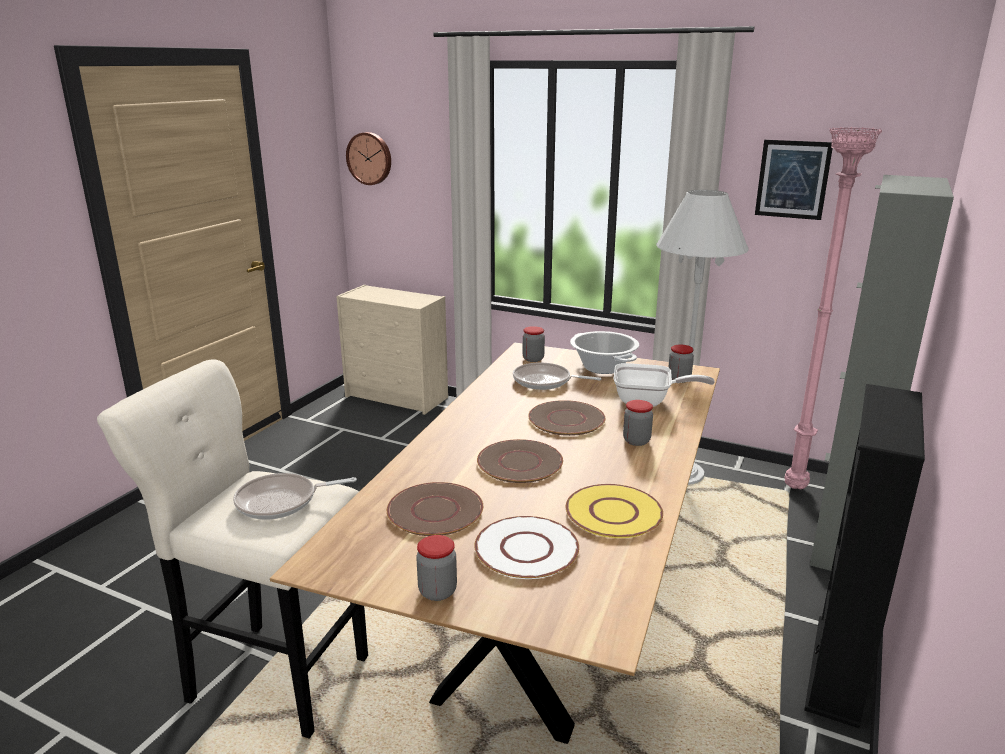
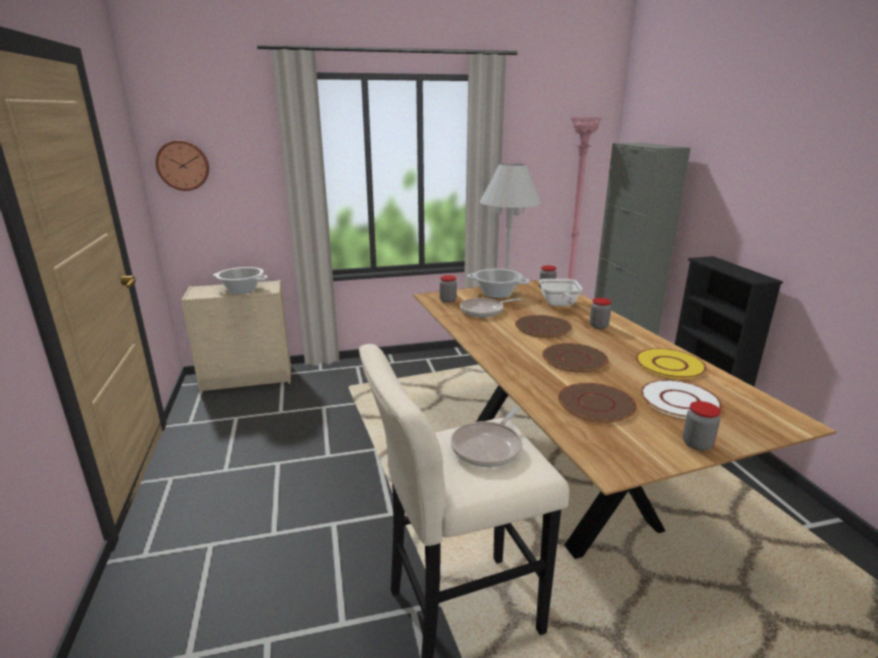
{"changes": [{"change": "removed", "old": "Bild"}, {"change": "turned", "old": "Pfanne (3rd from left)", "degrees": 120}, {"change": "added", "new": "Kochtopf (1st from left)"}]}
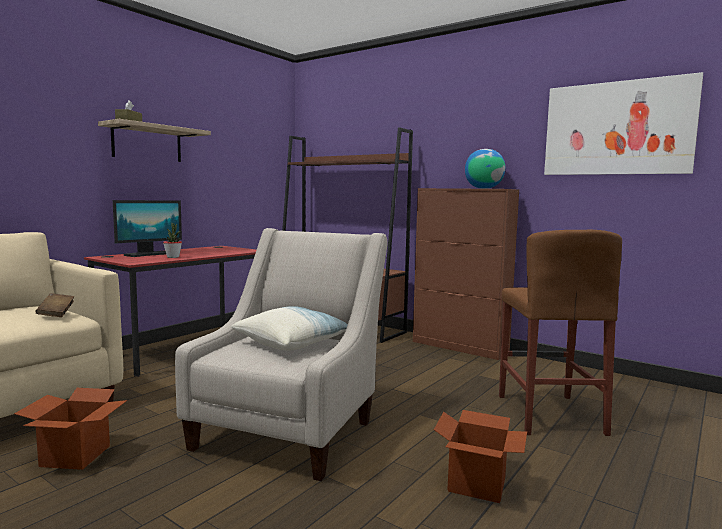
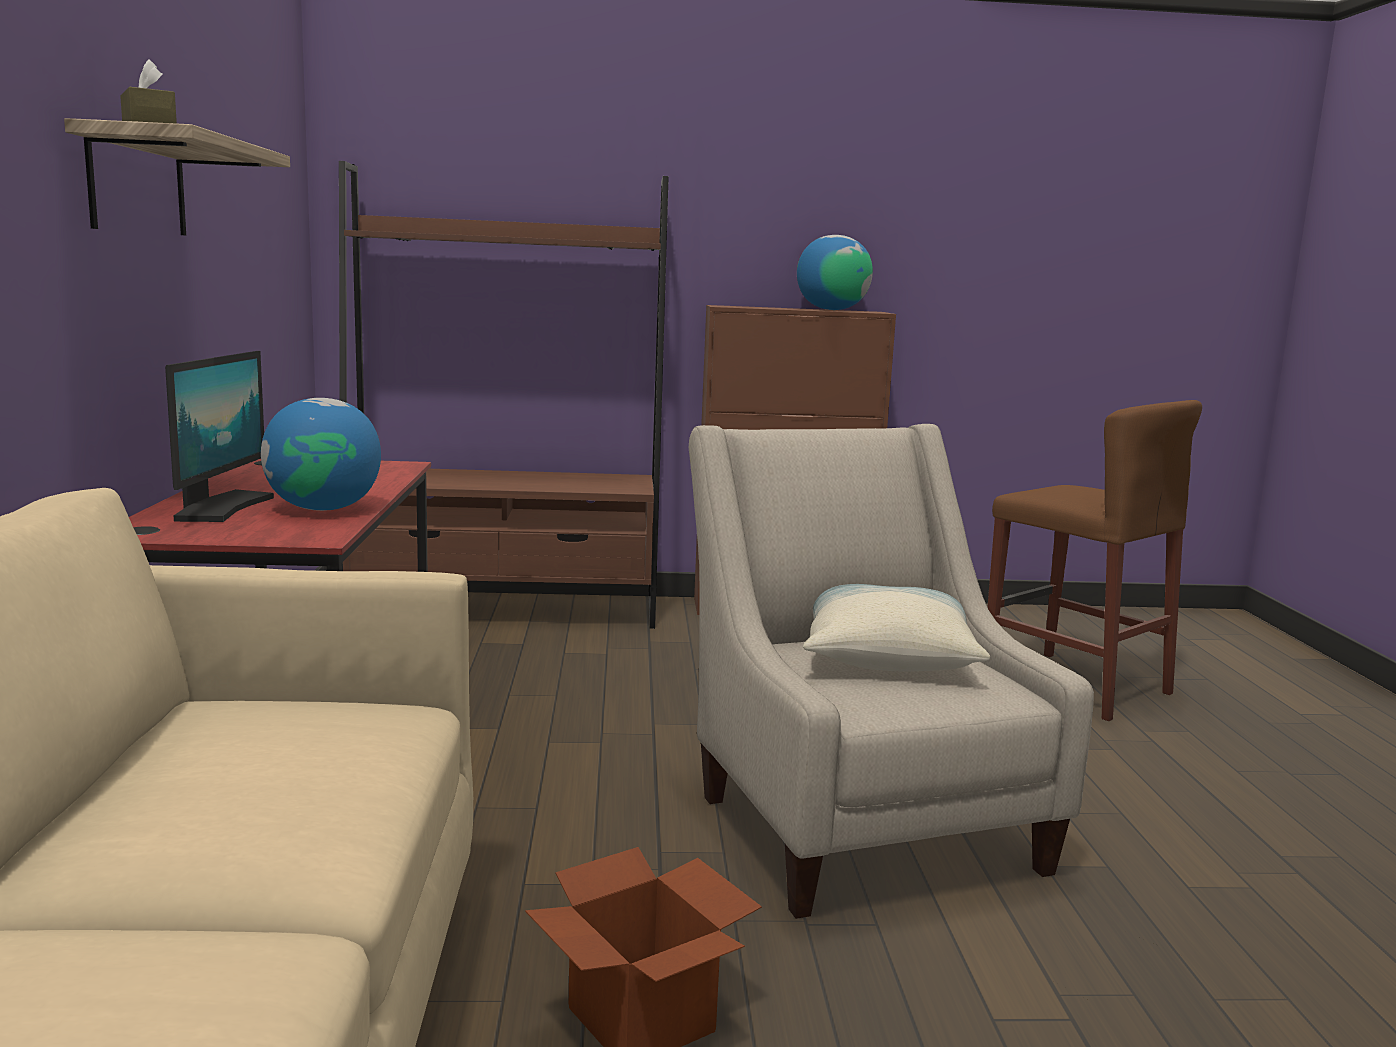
{"changes": [{"change": "removed", "old": "Bild"}, {"change": "replaced", "old": "Topfpflanze", "new": "Globus (1st from left)"}, {"change": "removed", "old": "Buch/braun"}, {"change": "removed", "old": "Karton (2nd from left)"}]}
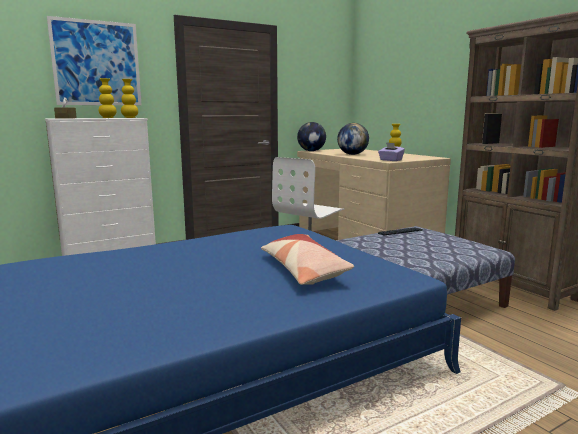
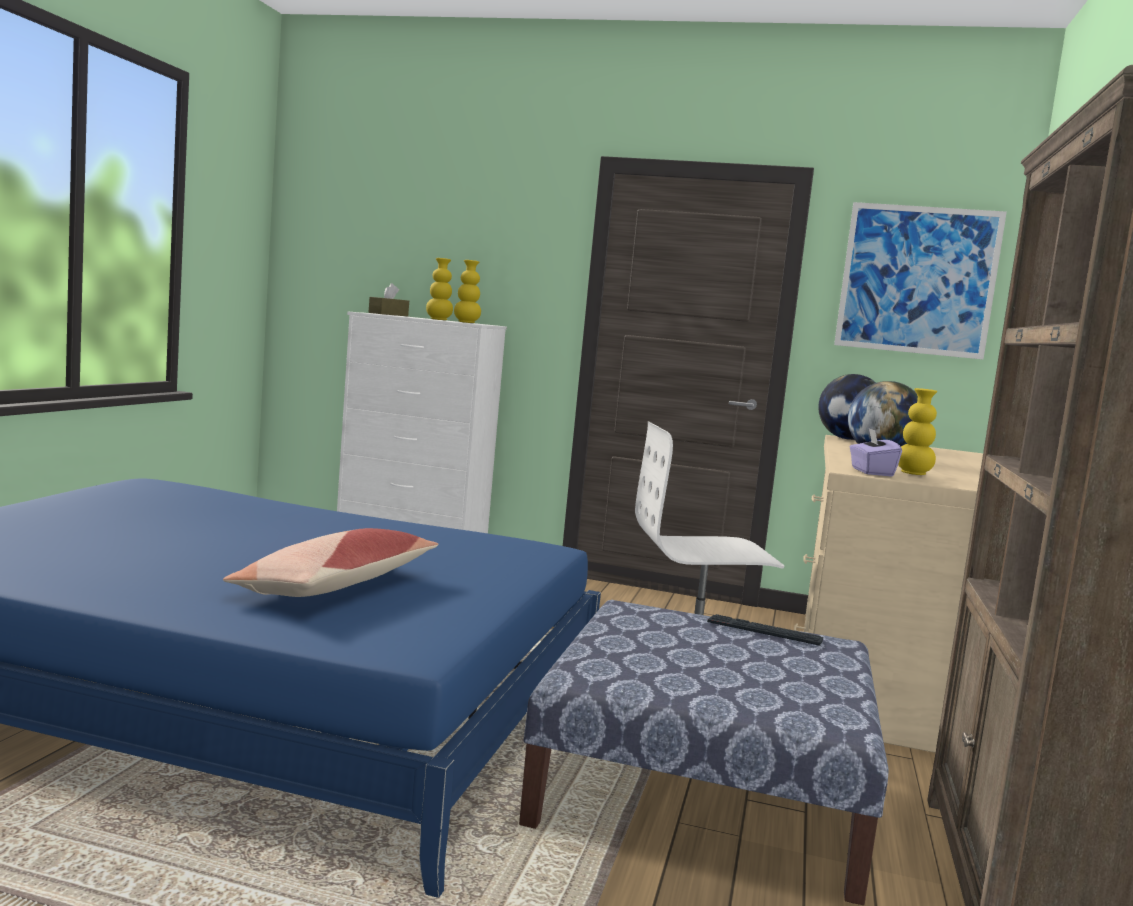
{"changes": [{"change": "moved", "old": "Bild"}]}
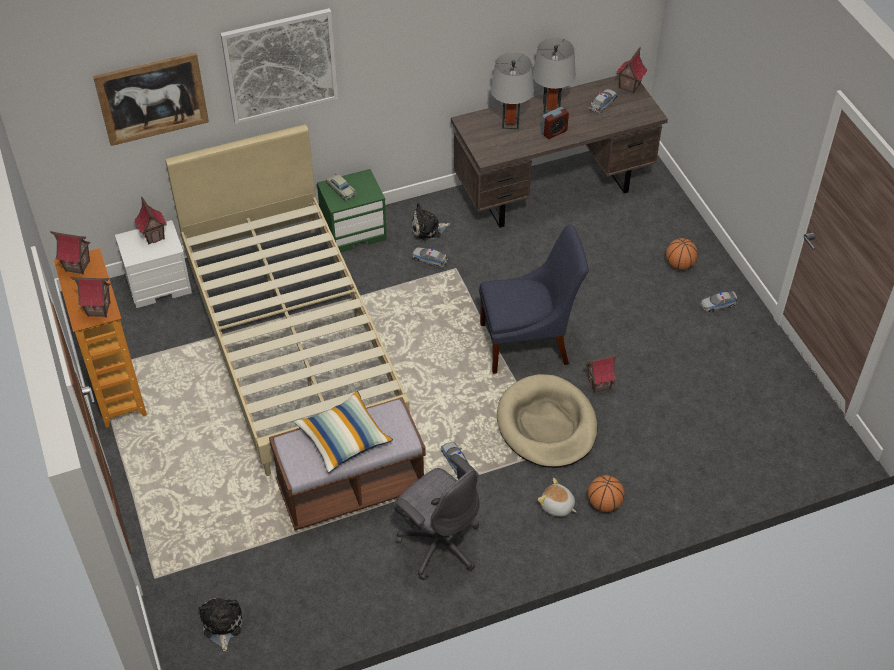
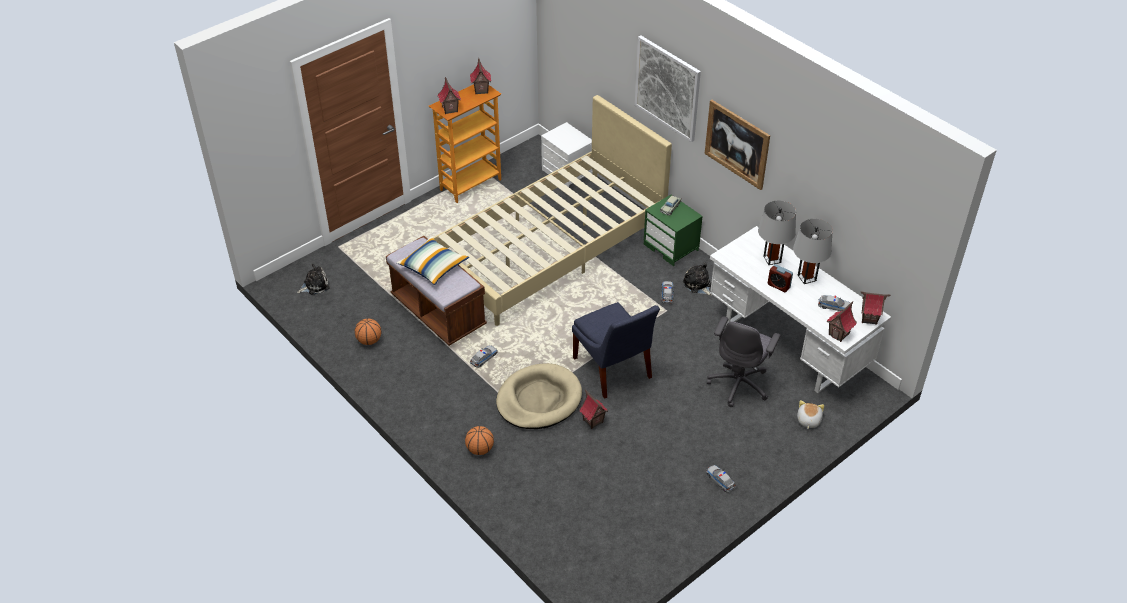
{"changes": [{"change": "moved", "old": "Bild (1st from left in the first image)", "new": "Bild (2nd from left)"}, {"change": "recoloured", "old": "Schreibtisch/braun", "new": "Schreibtisch/weiß"}, {"change": "moved", "old": "Spielzeughaus (3rd from left in the first image)", "new": "Spielzeughaus (4th from left)"}, {"change": "moved", "old": "Basketball (2nd from left in the first image)", "new": "Basketball (1st from left)"}, {"change": "moved", "old": "Bürostuhl/grau"}, {"change": "moved", "old": "Plüschtier (3rd from left)"}]}
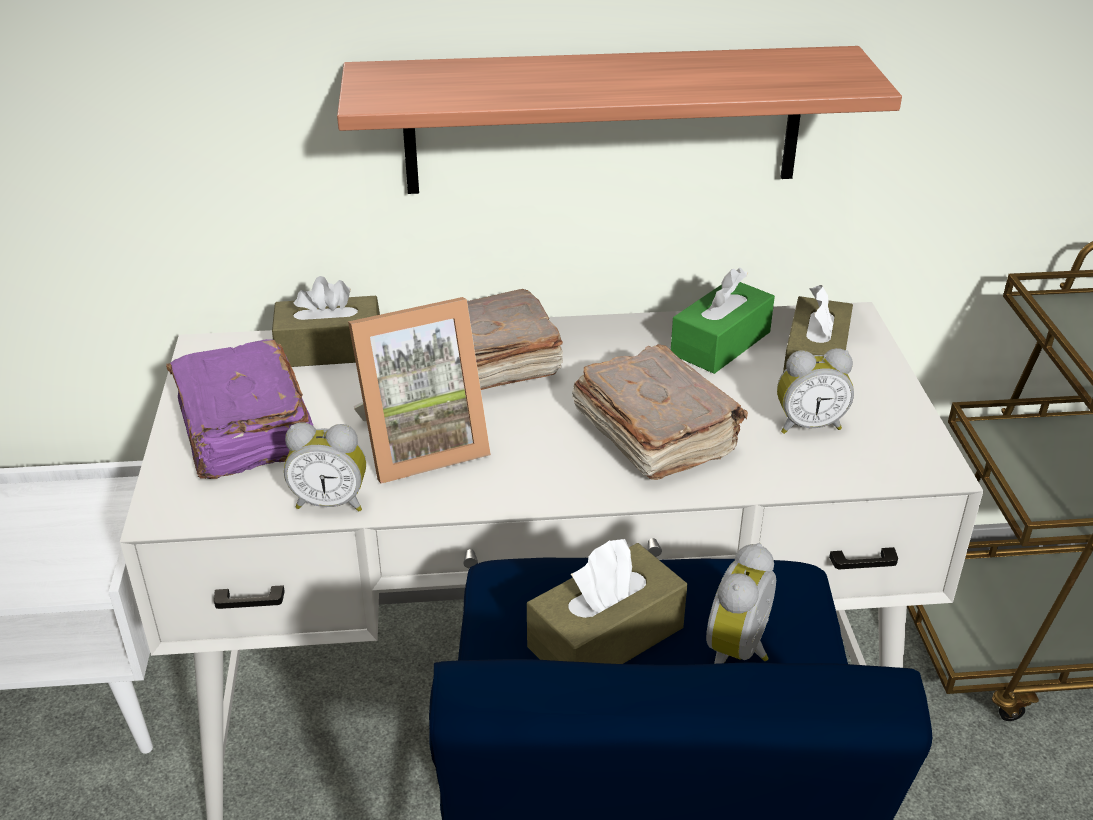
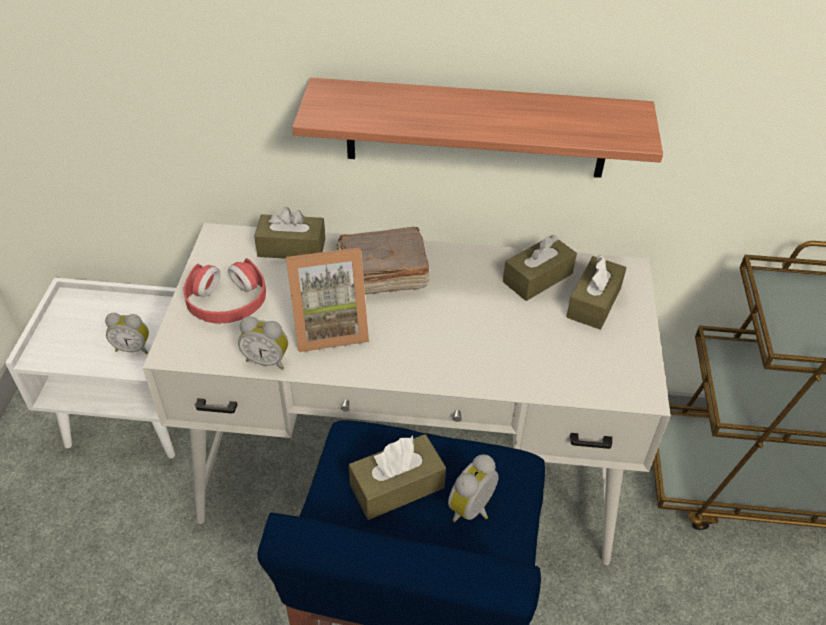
{"changes": [{"change": "recoloured", "old": "Taschentuchbox/grün", "new": "Taschentuchbox/braun (3rd from left)"}, {"change": "replaced", "old": "Buch/lila", "new": "Kopfhörer/rot"}, {"change": "removed", "old": "Buch/braun (2nd from left)"}, {"change": "moved", "old": "Wecker (3rd from left in the first image)", "new": "Wecker (1st from left)"}]}
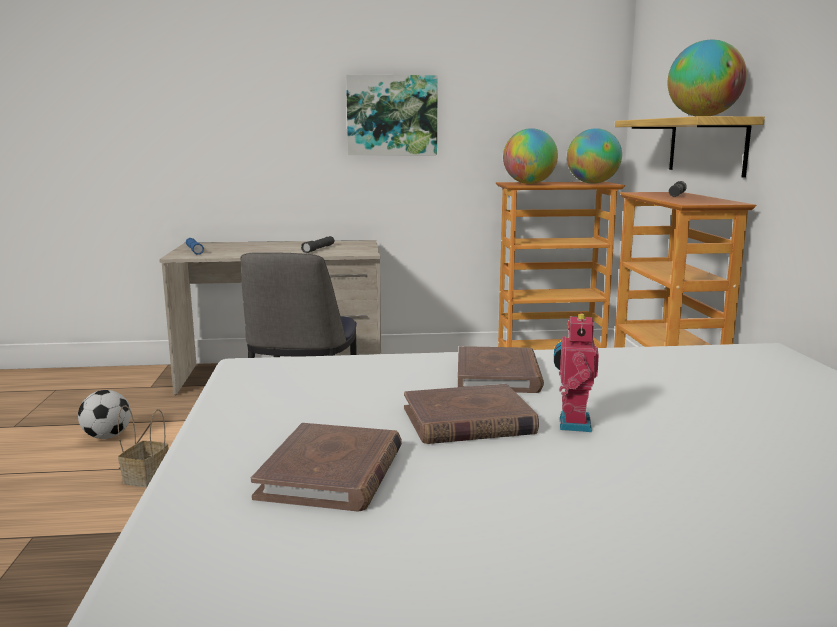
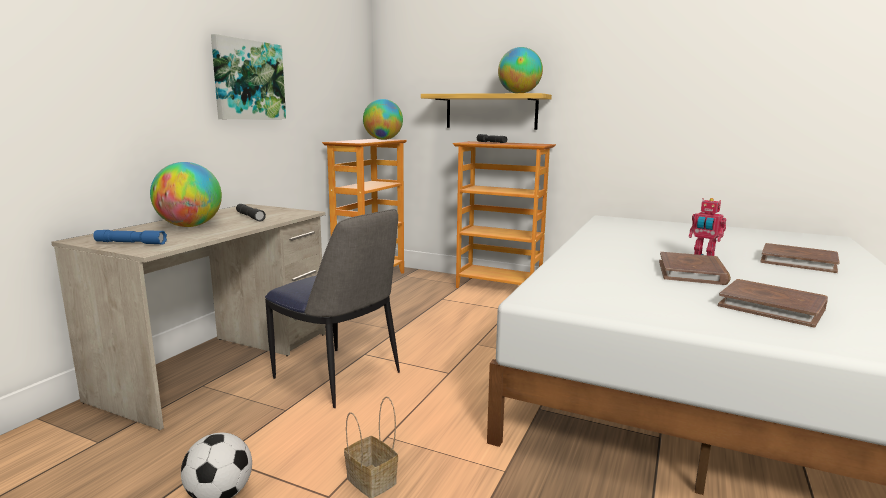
{"changes": [{"change": "moved", "old": "Globus (1st from left)"}, {"change": "moved", "old": "Buch/braun (3rd from left)"}]}
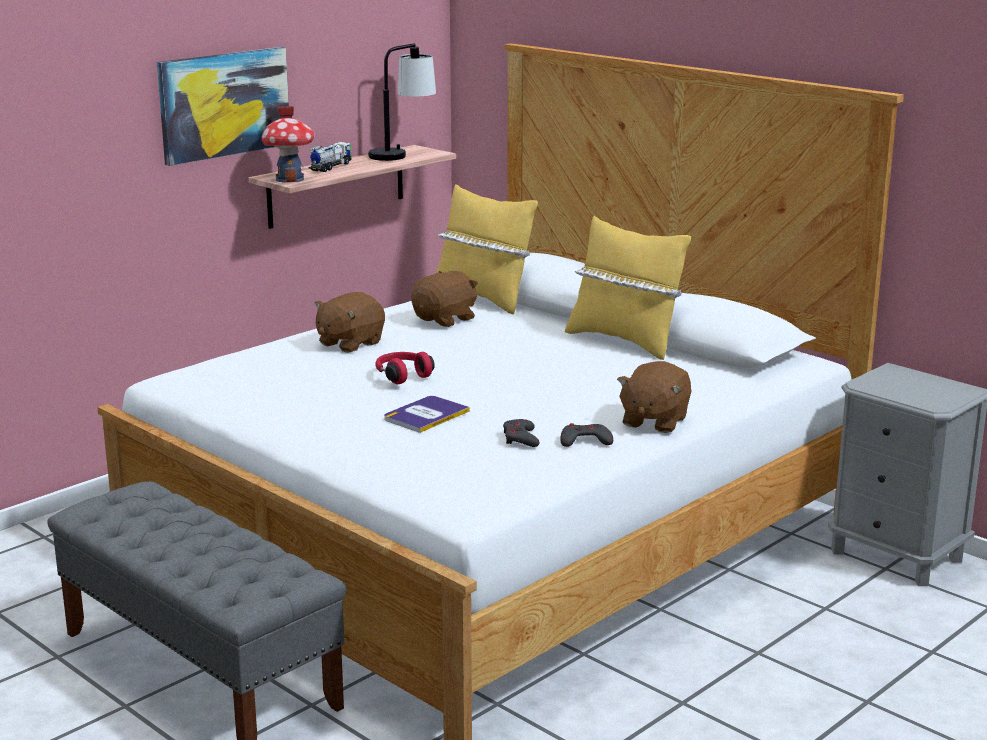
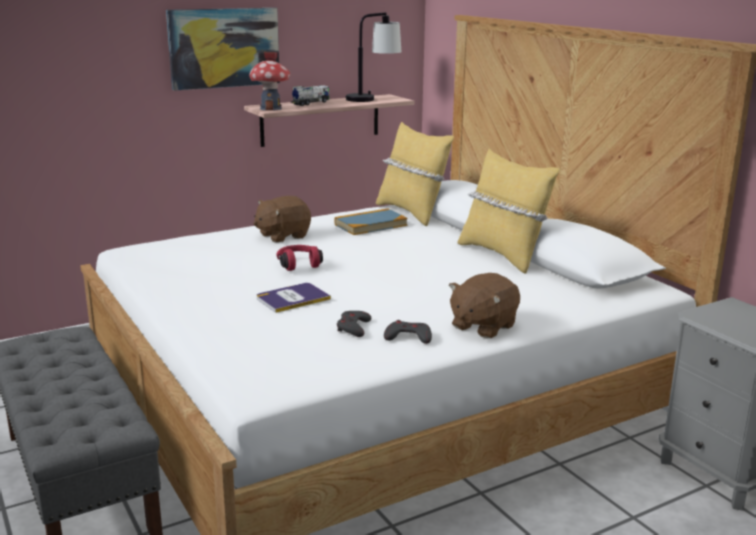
{"changes": [{"change": "replaced", "old": "Plüschtier/braun (2nd from left)", "new": "Buch (2nd from left)"}]}
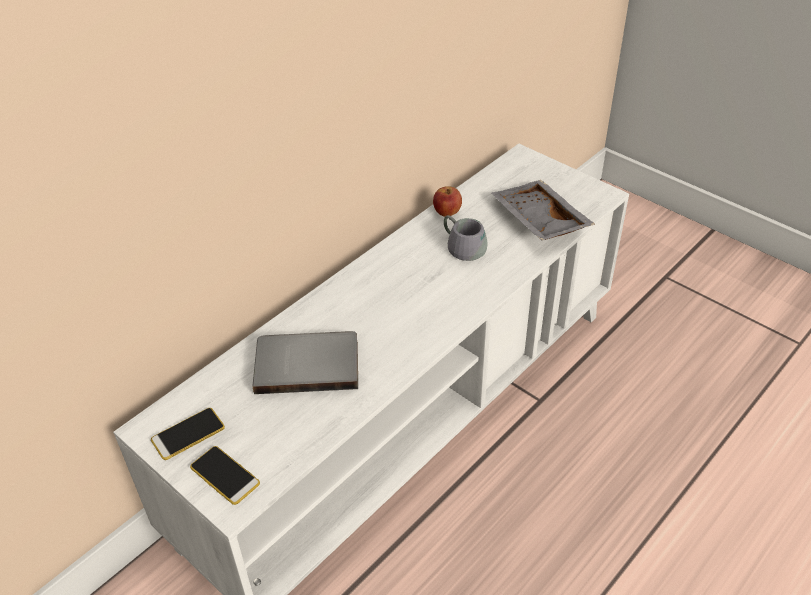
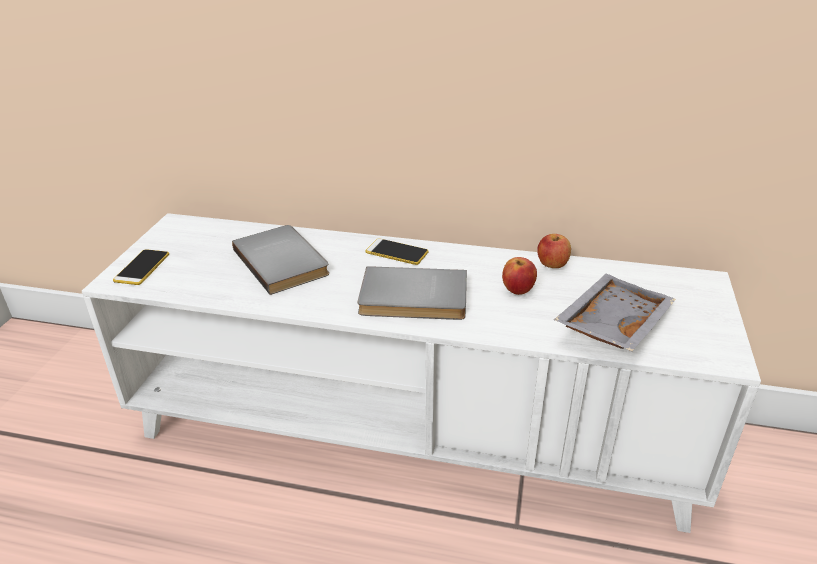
{"changes": [{"change": "replaced", "old": "Henkelbecher/grau", "new": "Apfel (1st from left)"}, {"change": "moved", "old": "Handy (1st from left in the first image)", "new": "Handy (2nd from left)"}, {"change": "added", "new": "Buch/grau (2nd from left)"}]}
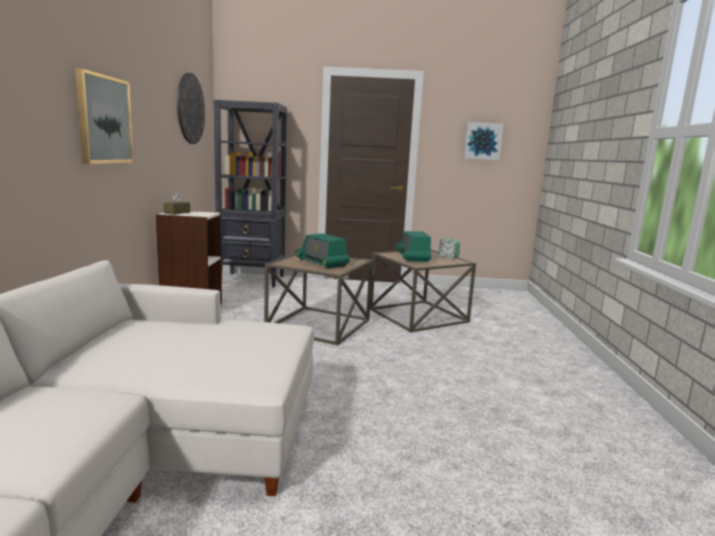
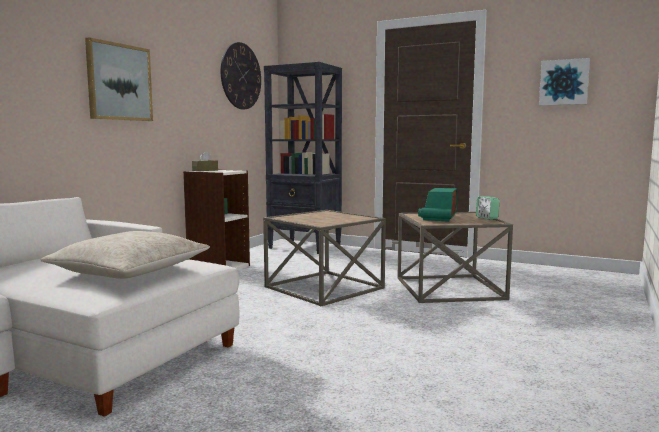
{"changes": [{"change": "removed", "old": "Radio (1st from left)"}, {"change": "added", "new": "Kissen/beige"}]}
